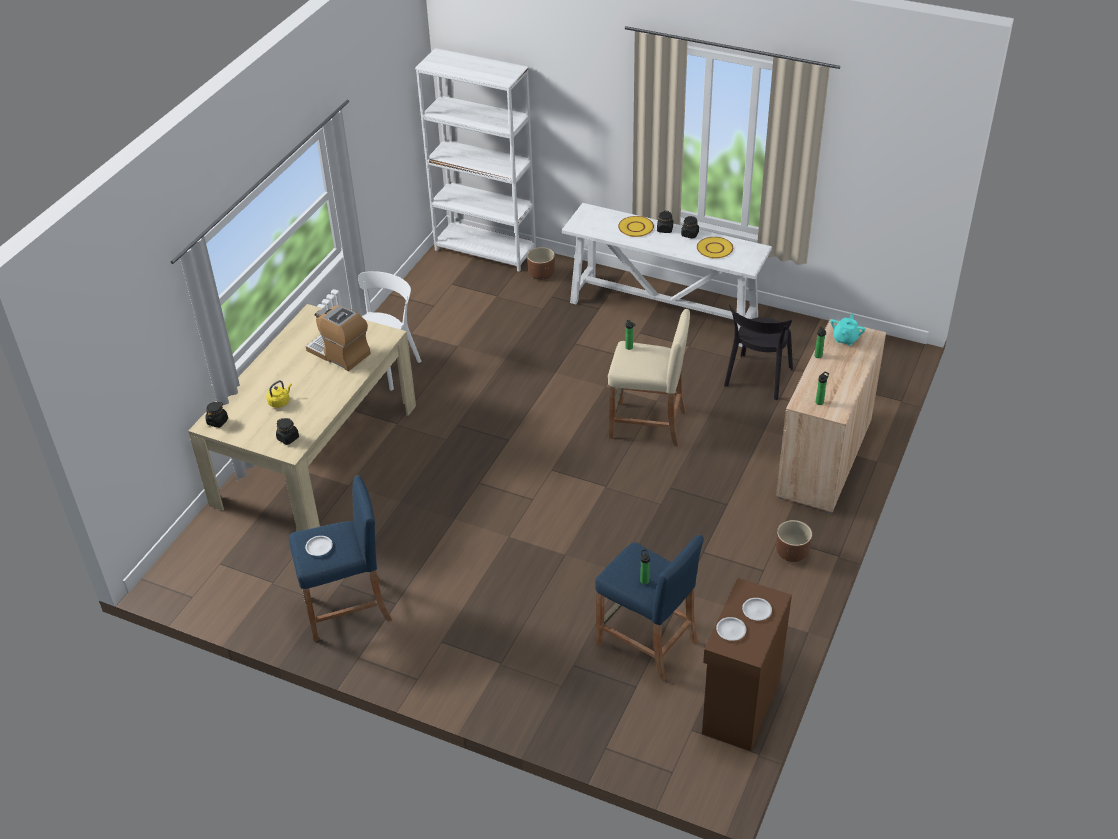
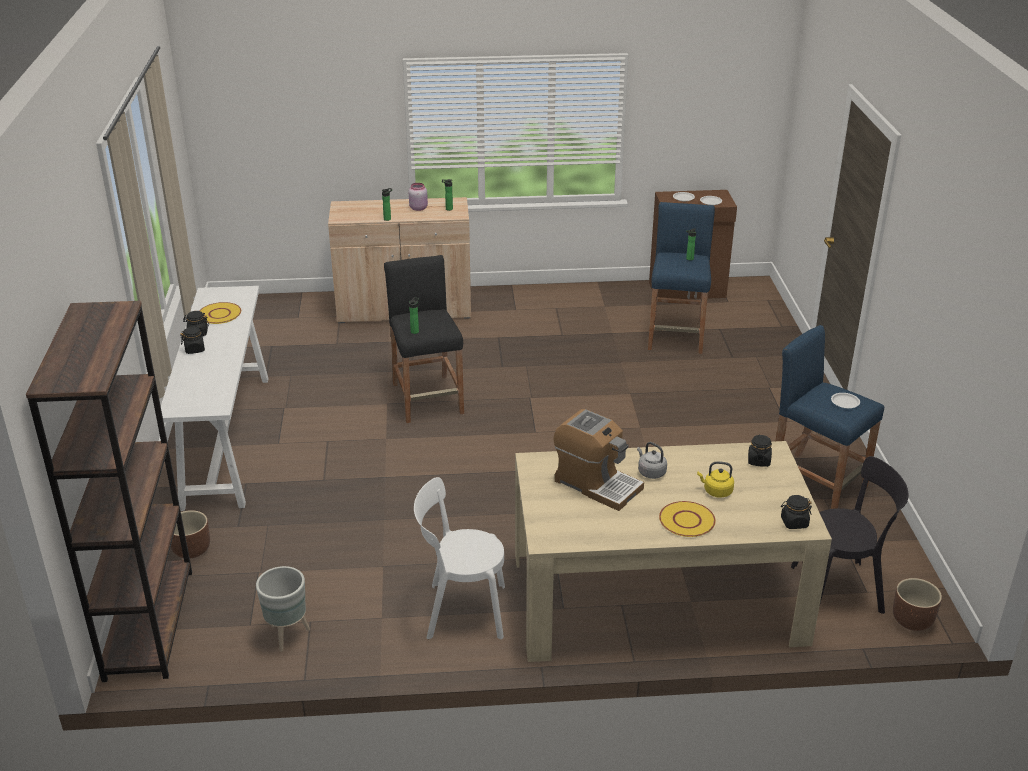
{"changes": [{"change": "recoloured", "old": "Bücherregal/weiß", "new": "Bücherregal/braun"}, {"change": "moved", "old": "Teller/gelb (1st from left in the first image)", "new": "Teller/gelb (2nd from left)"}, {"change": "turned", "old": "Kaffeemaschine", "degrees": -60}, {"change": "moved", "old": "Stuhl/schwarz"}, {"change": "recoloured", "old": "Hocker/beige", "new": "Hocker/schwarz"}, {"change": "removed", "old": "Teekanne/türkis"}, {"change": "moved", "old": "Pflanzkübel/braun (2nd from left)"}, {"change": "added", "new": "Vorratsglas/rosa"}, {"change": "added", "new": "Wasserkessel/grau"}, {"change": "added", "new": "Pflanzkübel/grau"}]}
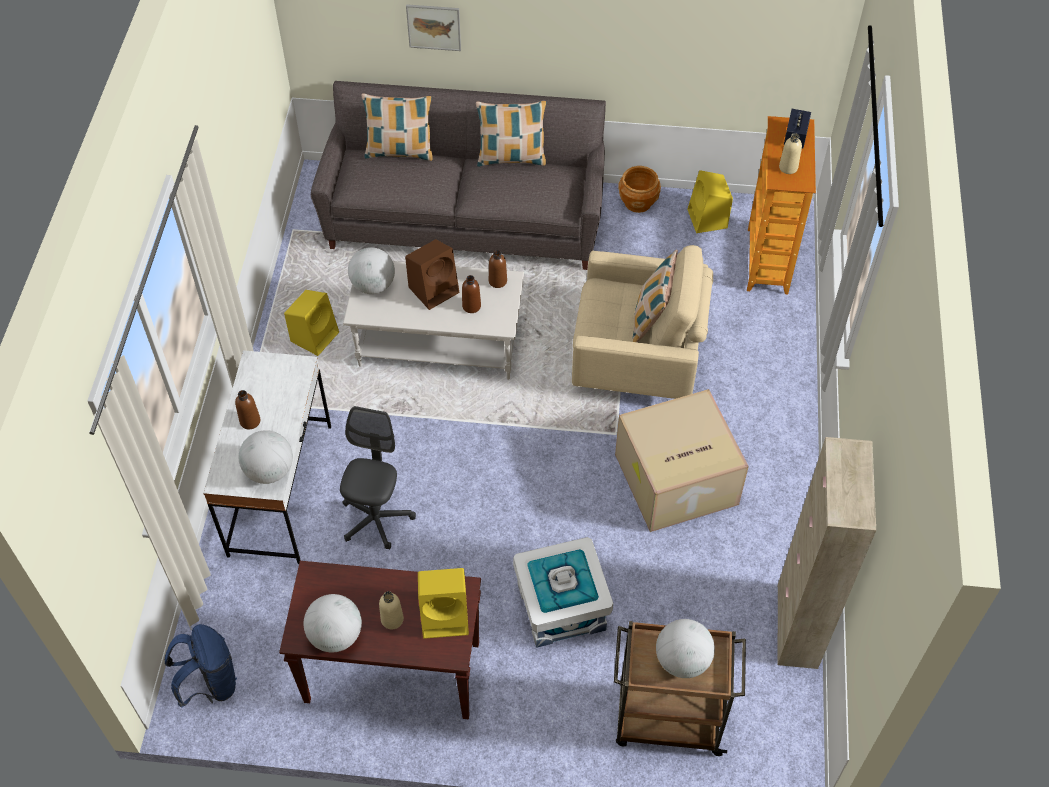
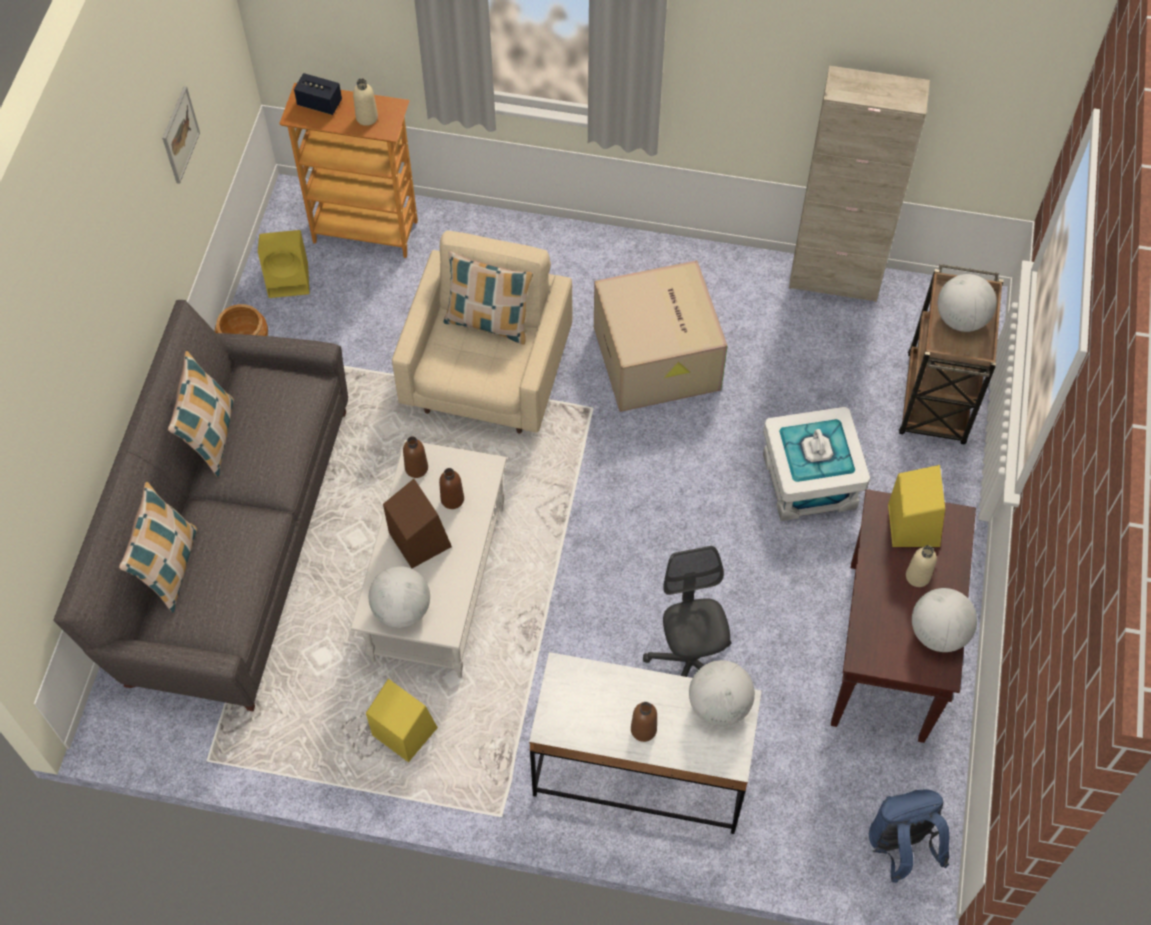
{"changes": [{"change": "moved", "old": "Bild"}, {"change": "turned", "old": "Bürostuhl/grau", "degrees": 60}]}
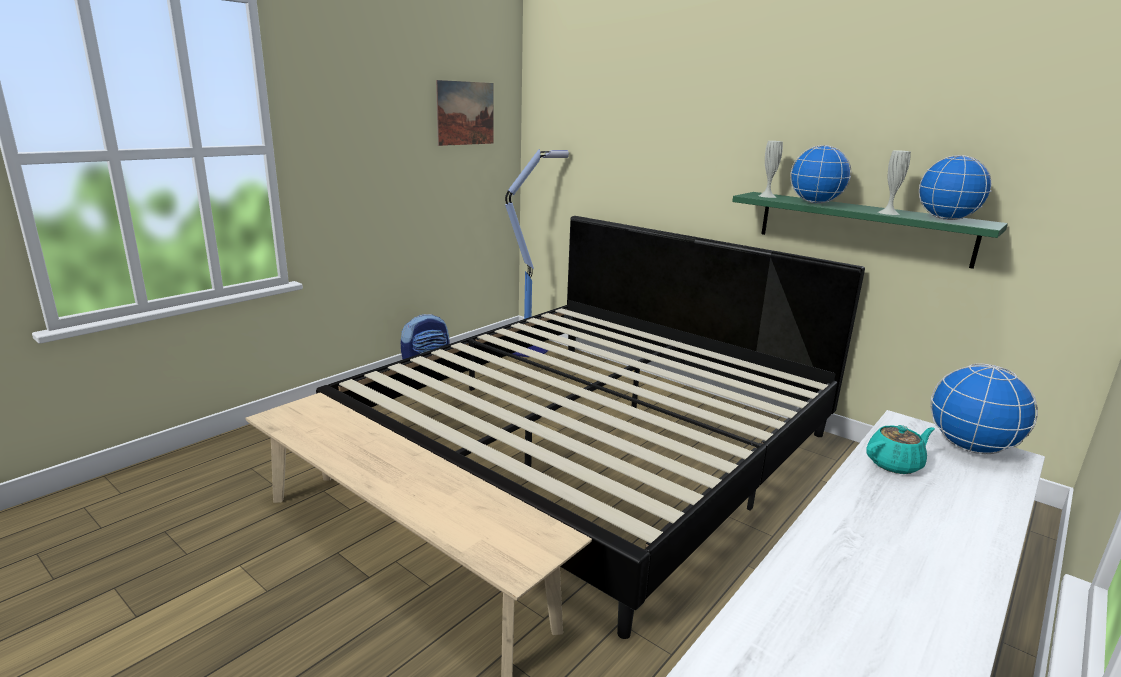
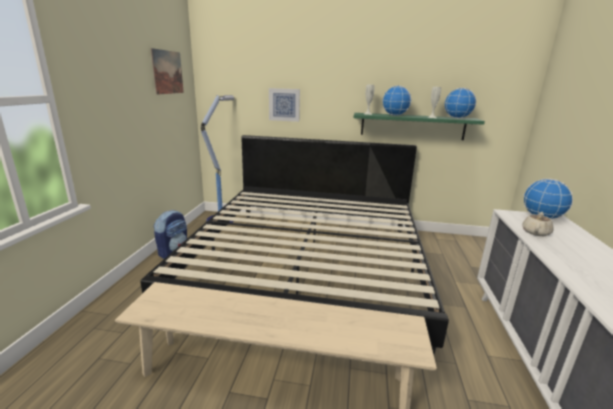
{"changes": [{"change": "recoloured", "old": "Teekanne/türkis", "new": "Teekanne/beige"}, {"change": "added", "new": "Bild (2nd from left)"}]}
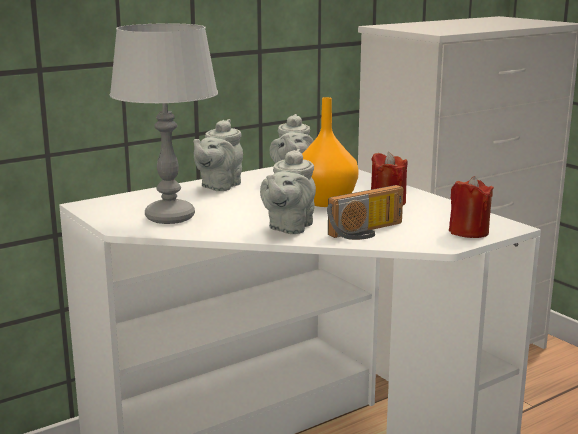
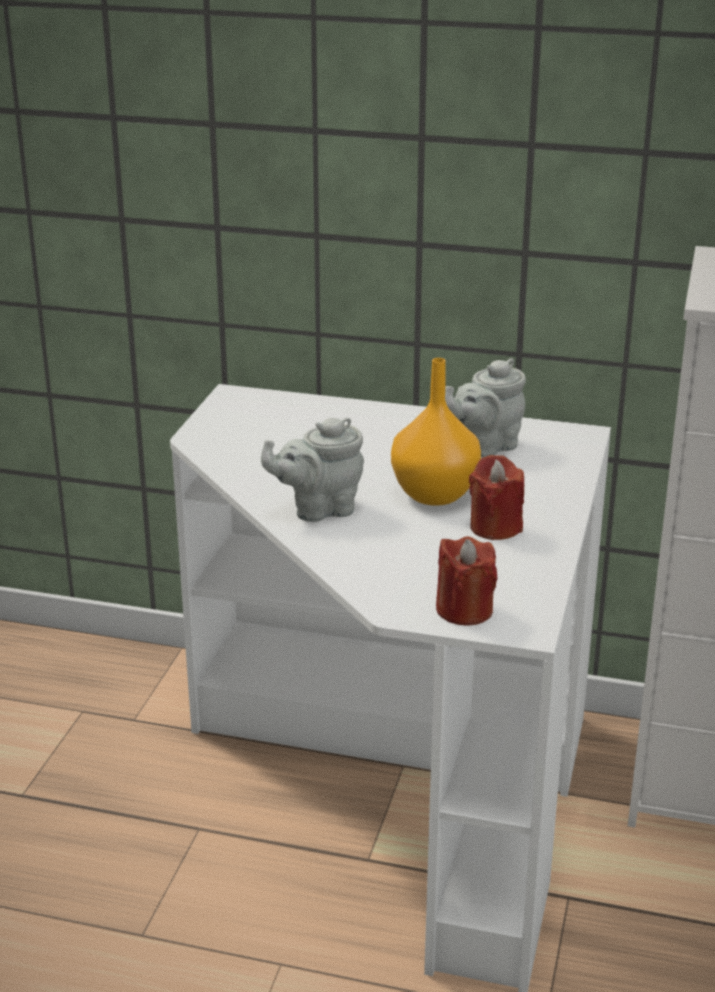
{"changes": [{"change": "removed", "old": "Tischlampe/grau"}, {"change": "removed", "old": "Teekanne/grau (1st from left)"}, {"change": "removed", "old": "Radio"}]}
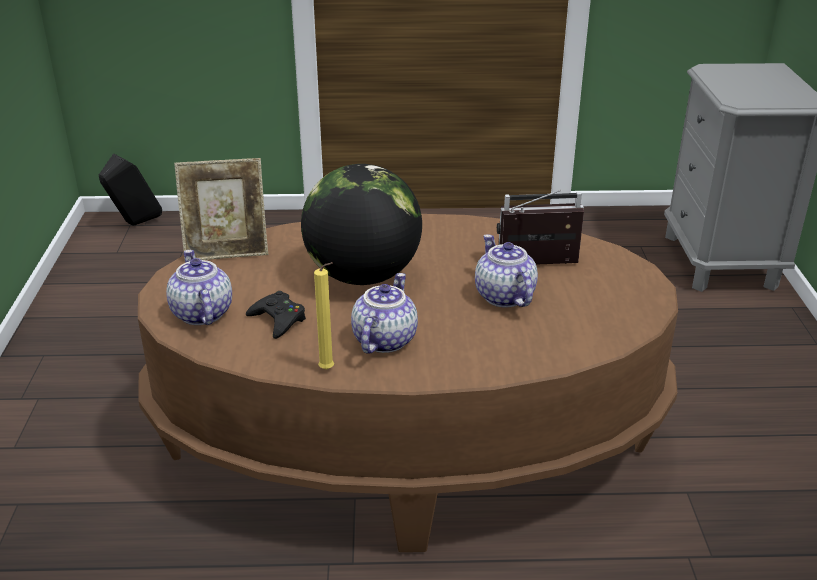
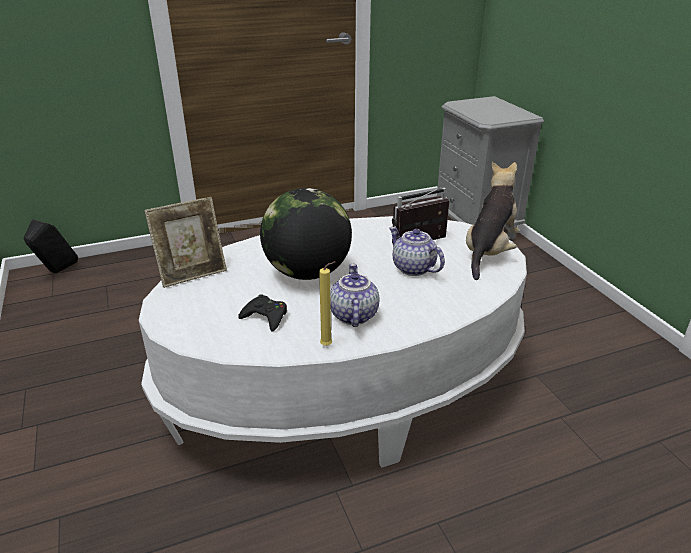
{"changes": [{"change": "recoloured", "old": "Couchtisch/braun", "new": "Couchtisch/weiß"}, {"change": "removed", "old": "Teekanne (1st from left)"}, {"change": "added", "new": "Plüschtier"}]}
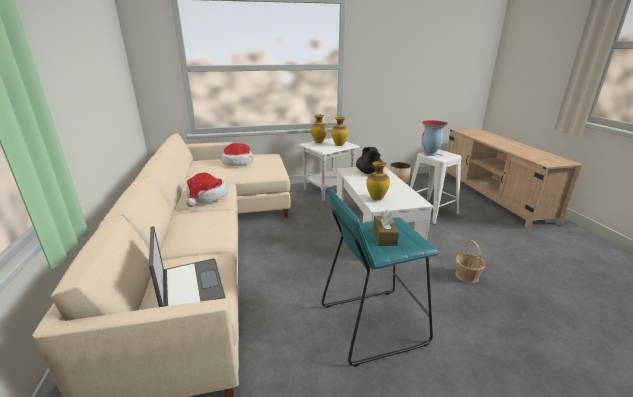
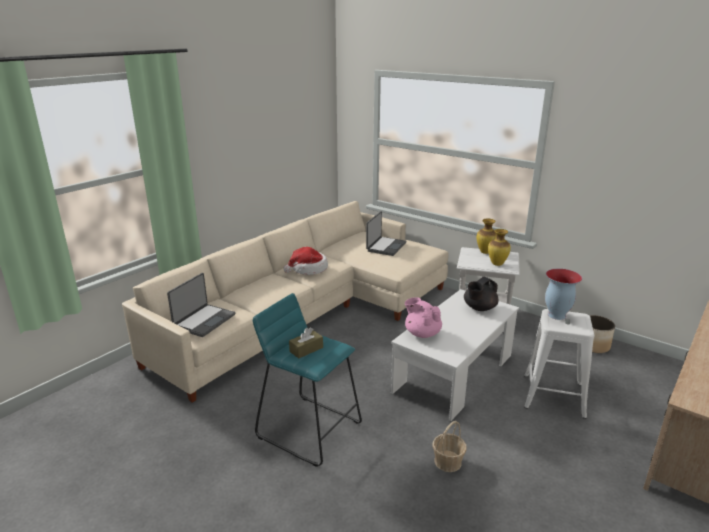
{"changes": [{"change": "replaced", "old": "Hut (2nd from left)", "new": "Laptop (2nd from left)"}, {"change": "replaced", "old": "Vase (3rd from left)", "new": "Teekanne/rosa"}]}
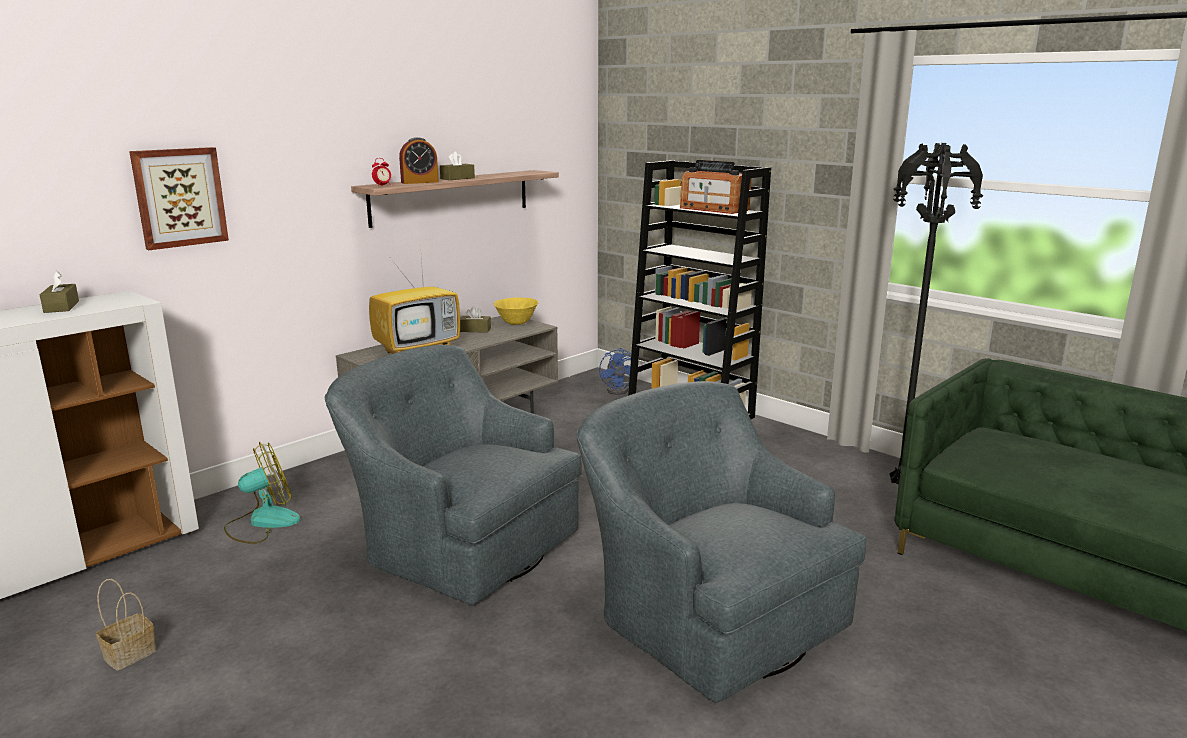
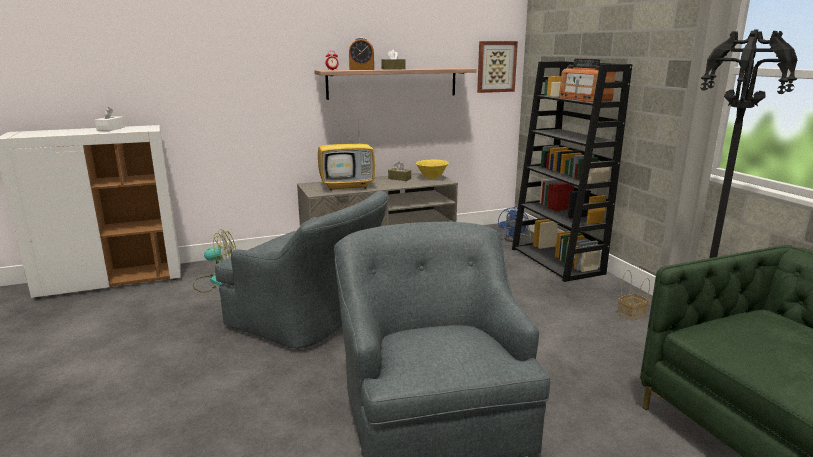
{"changes": [{"change": "moved", "old": "Bild"}, {"change": "recoloured", "old": "Taschentuchbox/braun (1st from left)", "new": "Taschentuchbox/weiß"}, {"change": "turned", "old": "Sessel/grau (1st from left)", "degrees": 150}, {"change": "moved", "old": "Korb"}]}
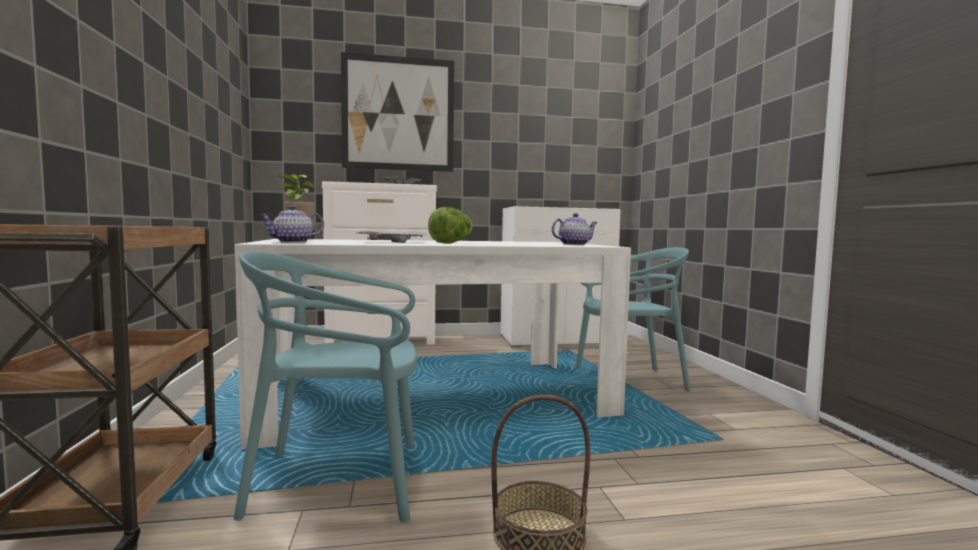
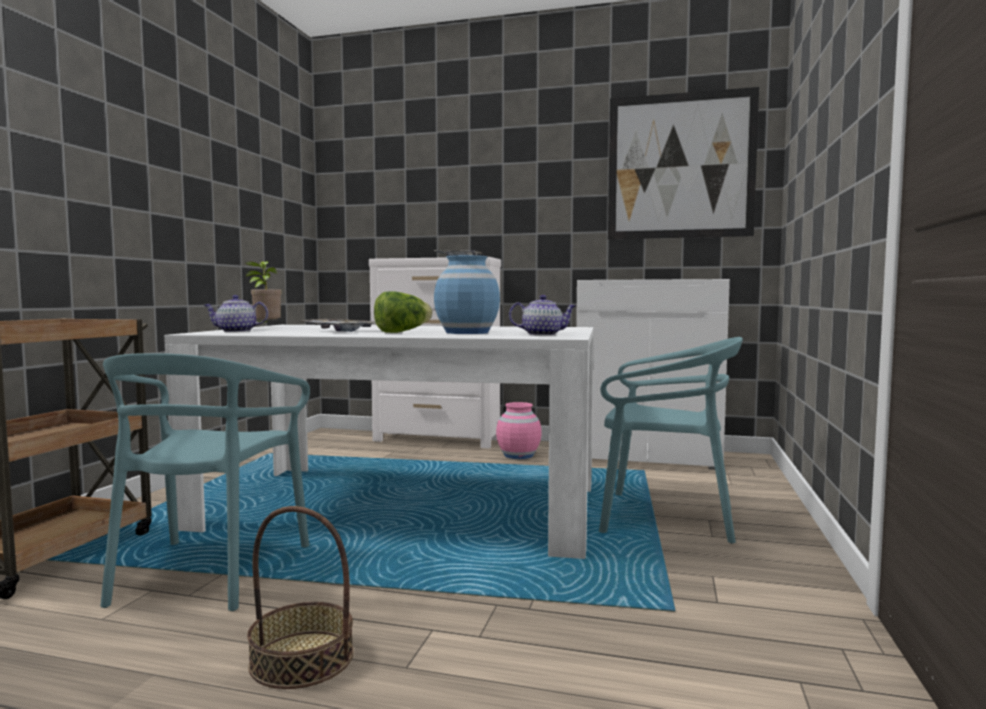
{"changes": [{"change": "moved", "old": "Bild"}, {"change": "turned", "old": "Stuhl/türkis (1st from left)", "degrees": -105}, {"change": "added", "new": "Vase/blau"}, {"change": "added", "new": "Vase/rosa"}]}
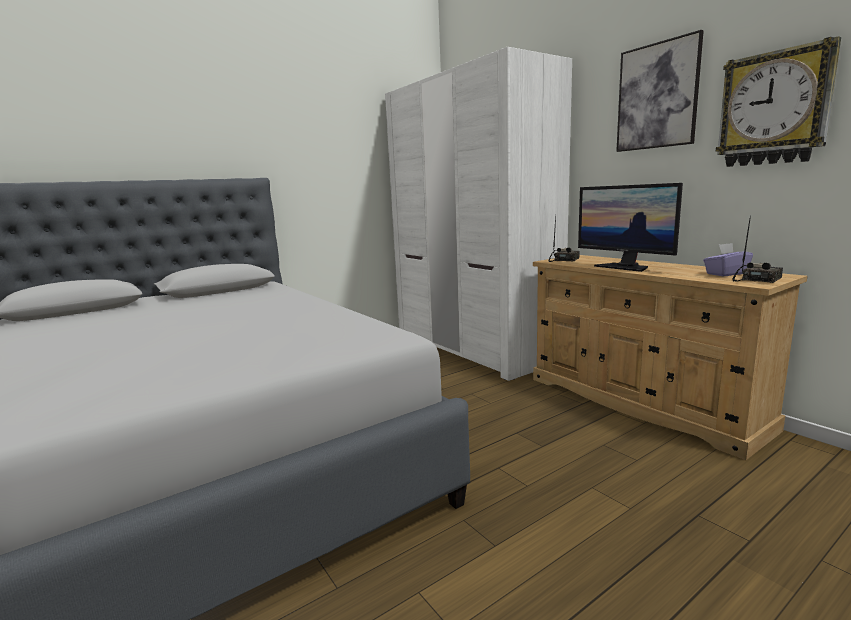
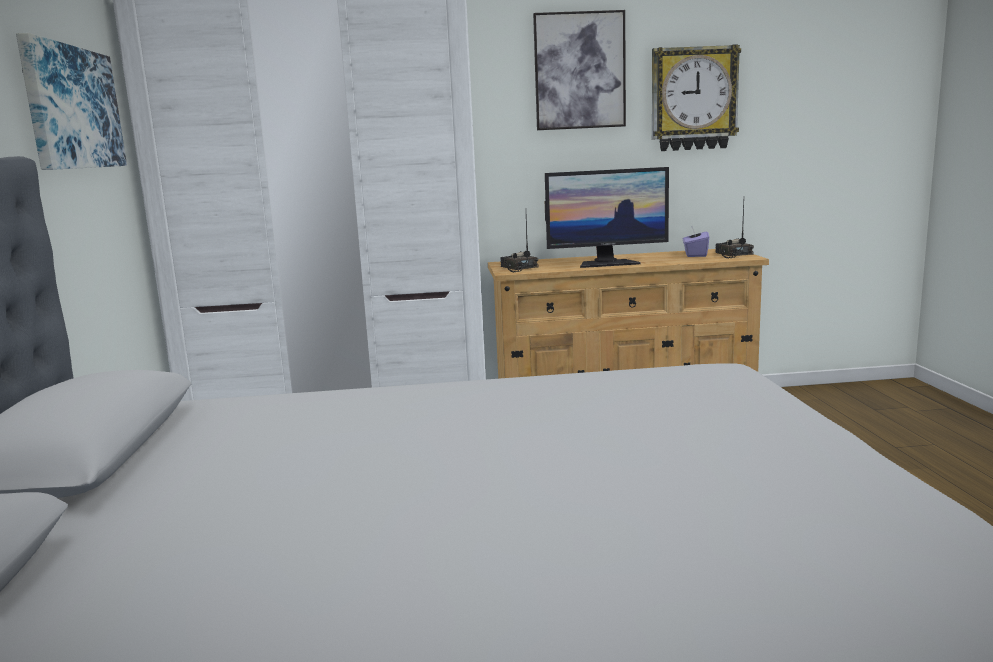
{"changes": [{"change": "added", "new": "Bild (1st from left)"}]}
